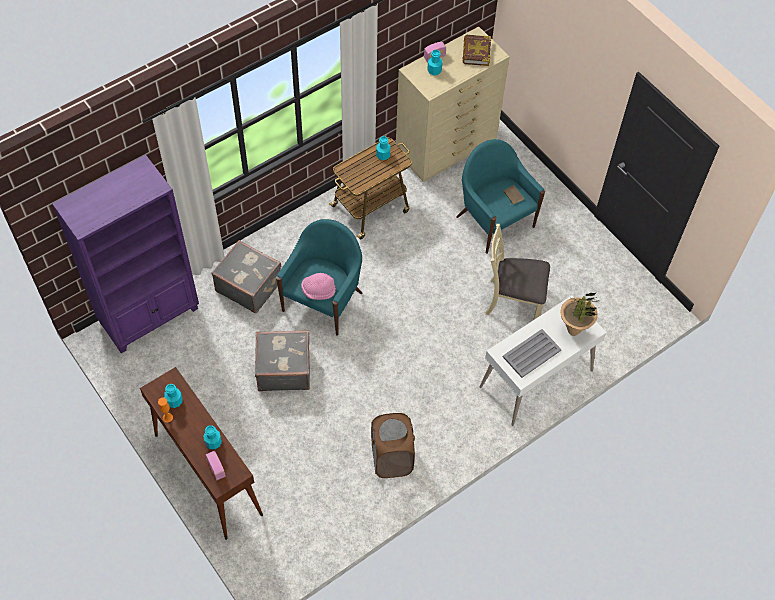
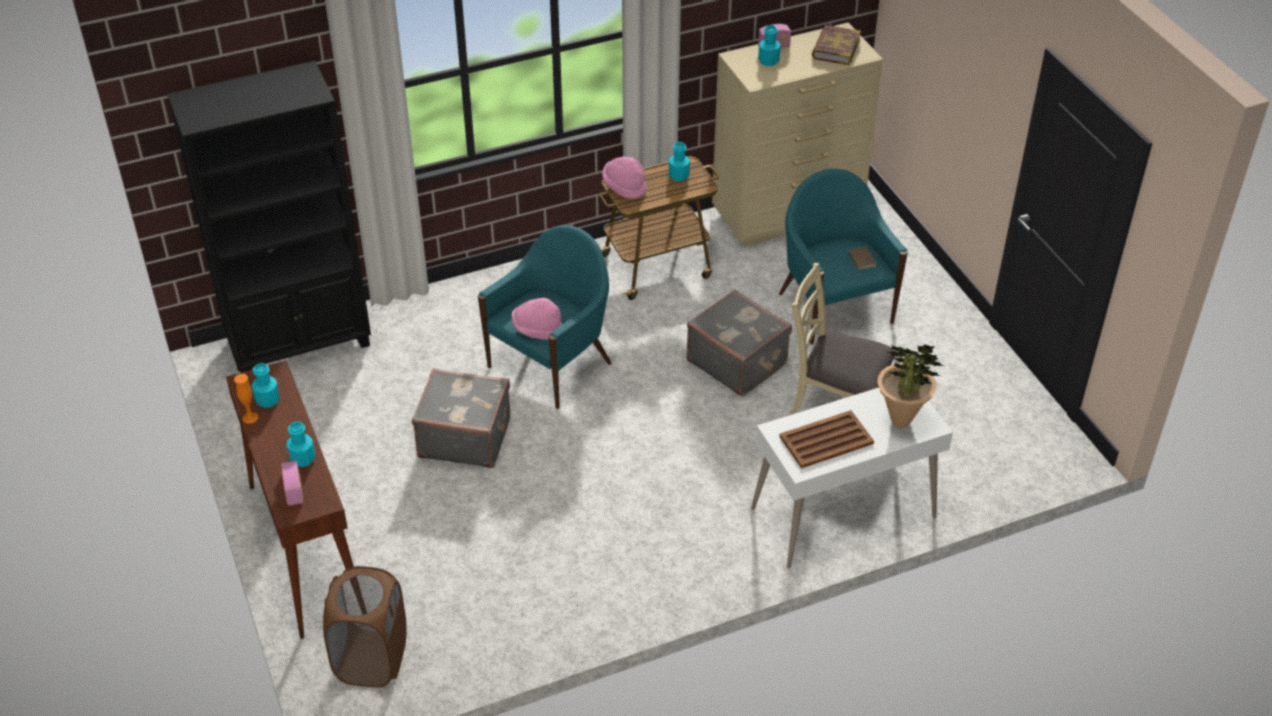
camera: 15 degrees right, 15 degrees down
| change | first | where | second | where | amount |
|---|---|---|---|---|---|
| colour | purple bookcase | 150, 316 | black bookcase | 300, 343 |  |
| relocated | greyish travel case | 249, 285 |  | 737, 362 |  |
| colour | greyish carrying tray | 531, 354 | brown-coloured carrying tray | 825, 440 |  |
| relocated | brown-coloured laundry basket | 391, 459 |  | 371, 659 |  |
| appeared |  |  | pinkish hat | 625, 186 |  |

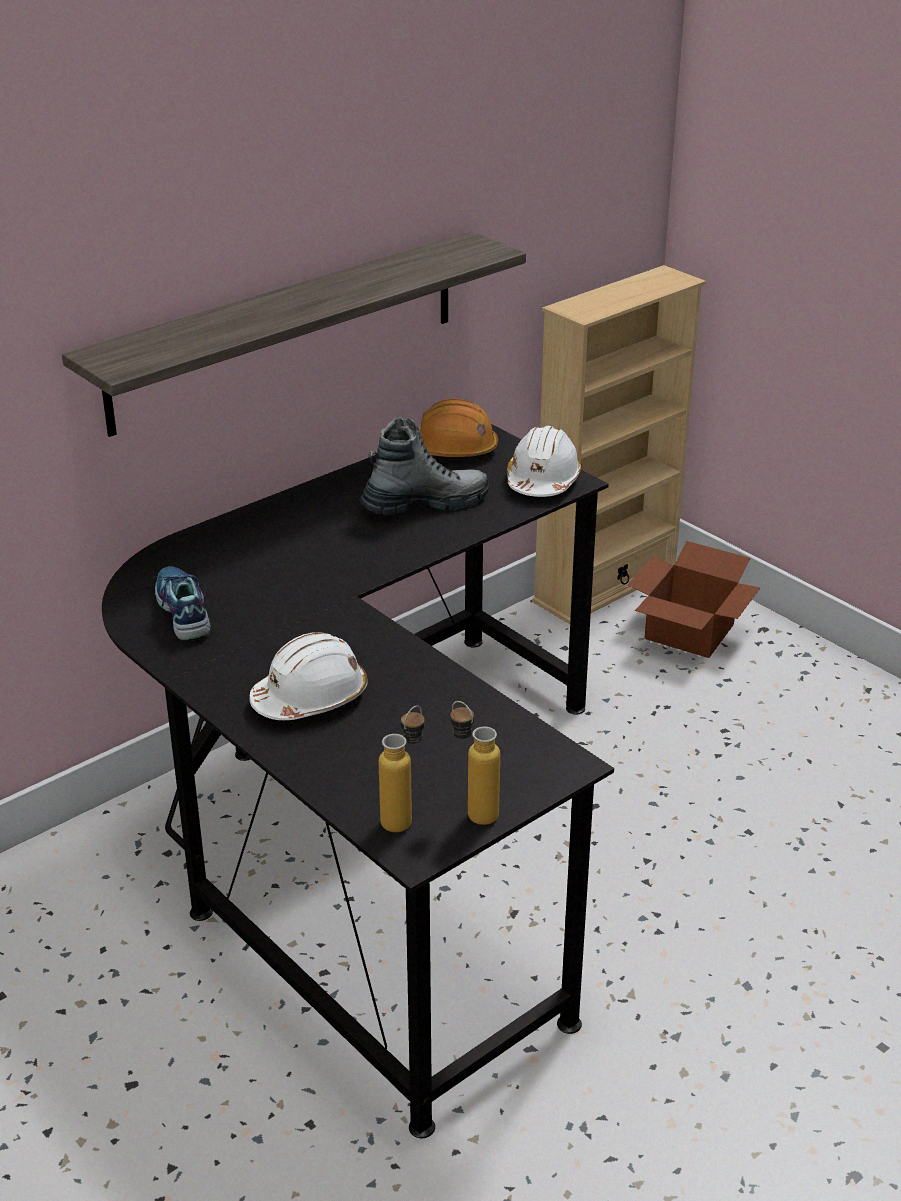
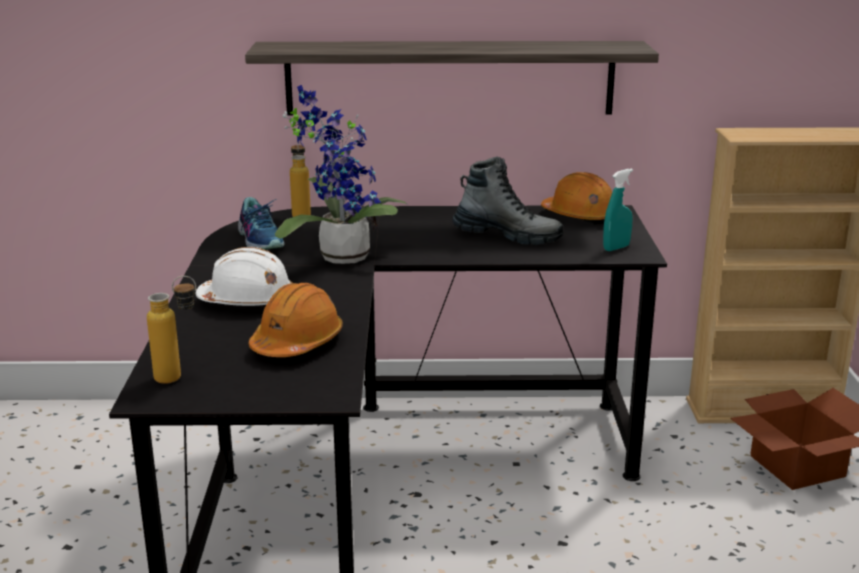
camera: 40 degrees right, 10 degrees down
| change | first | where | second | where | amount |
|---|---|---|---|---|---|
| exchanged | white-coloured work helmet | 543, 481 | turquoise-coloured hand sprayer | 616, 248 |  |
| spun | shoe | 182, 612 |  | 261, 239 | 135 degrees clockwise |
| relocated | beverage bottle | 473, 810 |  | 301, 214 |  |
| appeared |  |  | plant in a pot | 339, 255 |  |
| appeared |  |  | orange work helmet | 297, 343 |  |

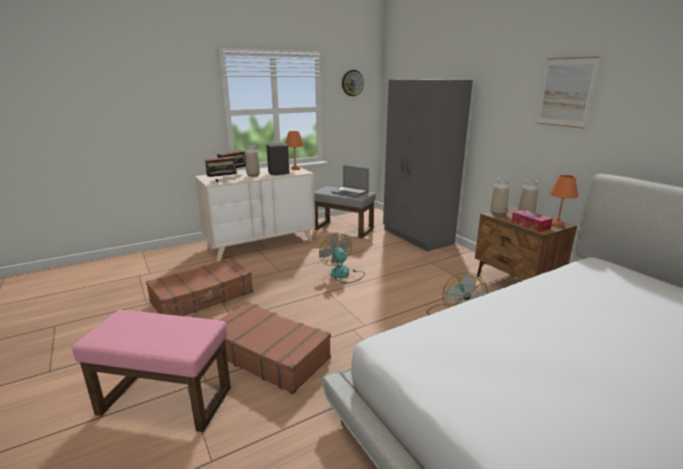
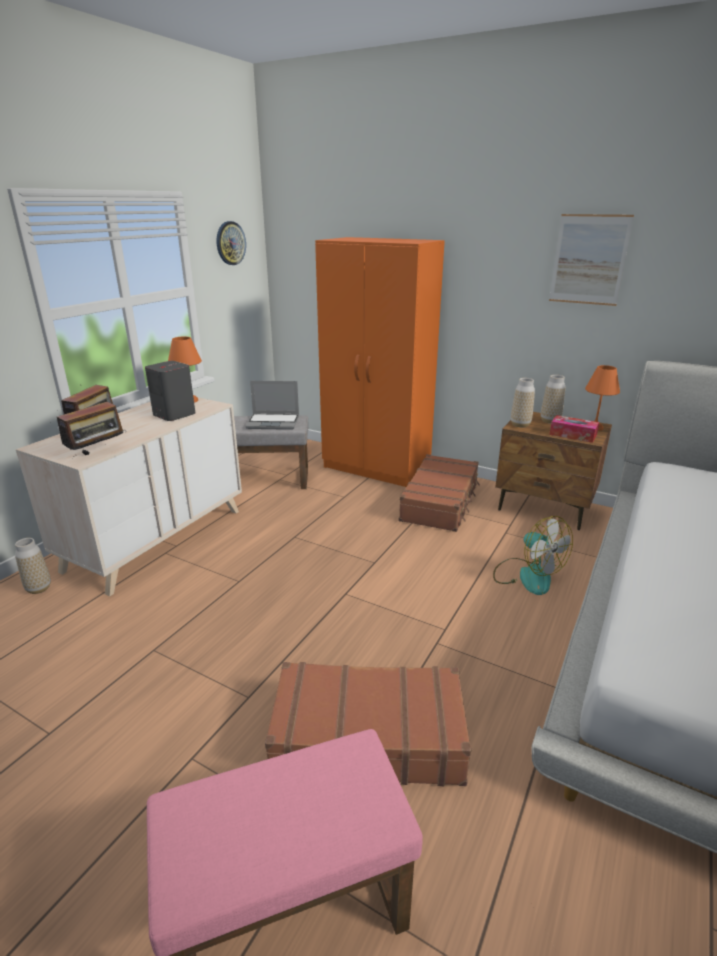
camera: 30 degrees left, 5 degrees up
| change | first | where | second | where | amount |
|---|---|---|---|---|---|
| colour | greyish clothes cupboard | 417, 237 | orange clothes cupboard | 377, 468 |  |
| relocated | flower vase | 253, 175 |  | 38, 588 |  |
| missing | cooling fan | 343, 274 |  |  |  |
| relocated | brown-coloured travel case | 203, 297 |  | 440, 502 |  |

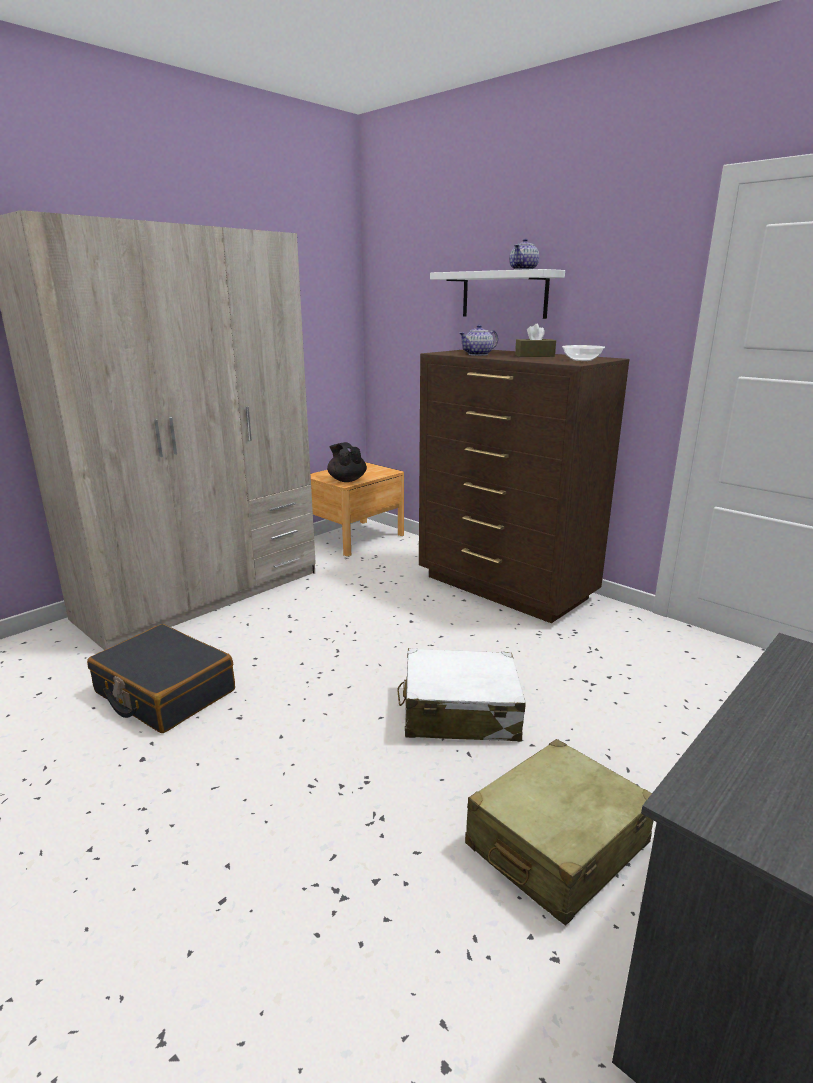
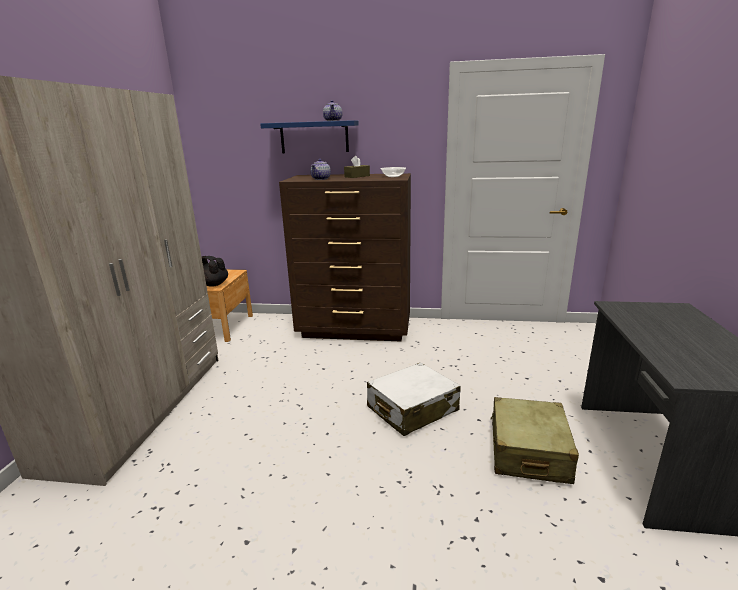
camera: 35 degrees left, 0 degrees up
| change | first | where | second | where | amount |
|---|---|---|---|---|---|
| colour | white-coloured shelf | 504, 294 | blue-coloured shelf | 314, 137 |  |
| missing | black travel case | 164, 692 |  |  |  |

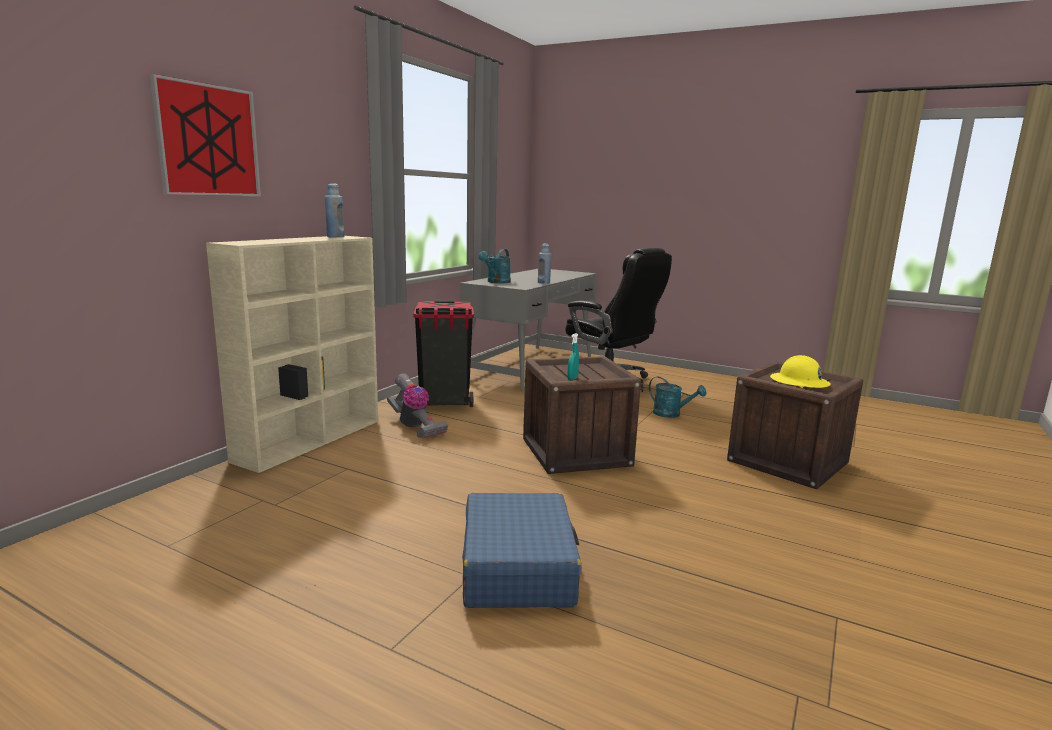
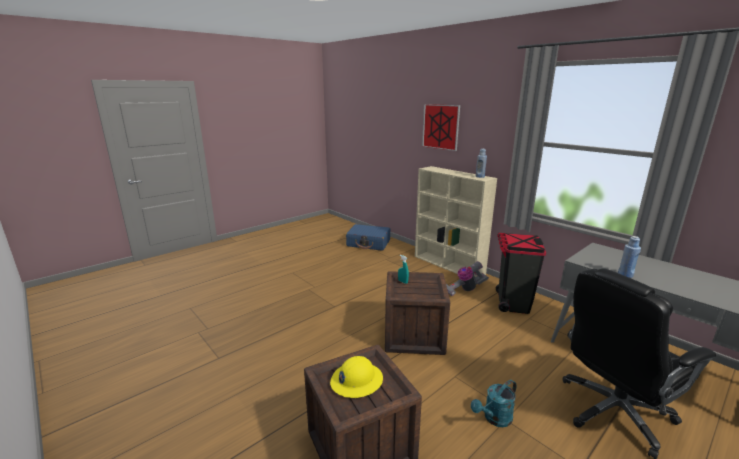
camera: 110 degrees right, 5 degrees up
| change | first | where | second | where | amount |
|---|---|---|---|---|---|
| missing | turquoise-coloured watering can | 496, 282 |  |  |  |
| relocated | blue-coloured travel case | 518, 567 |  | 368, 243 |  |

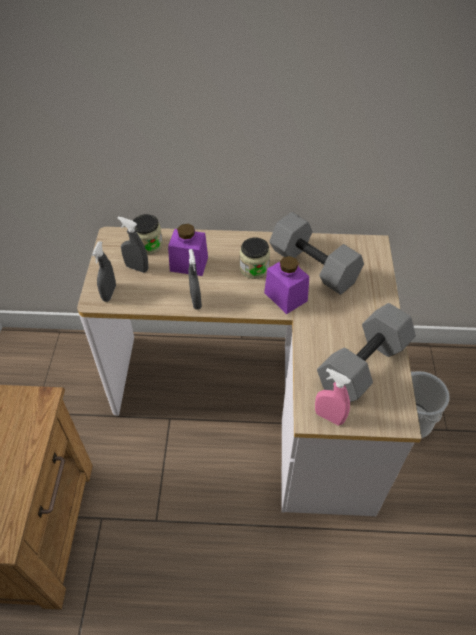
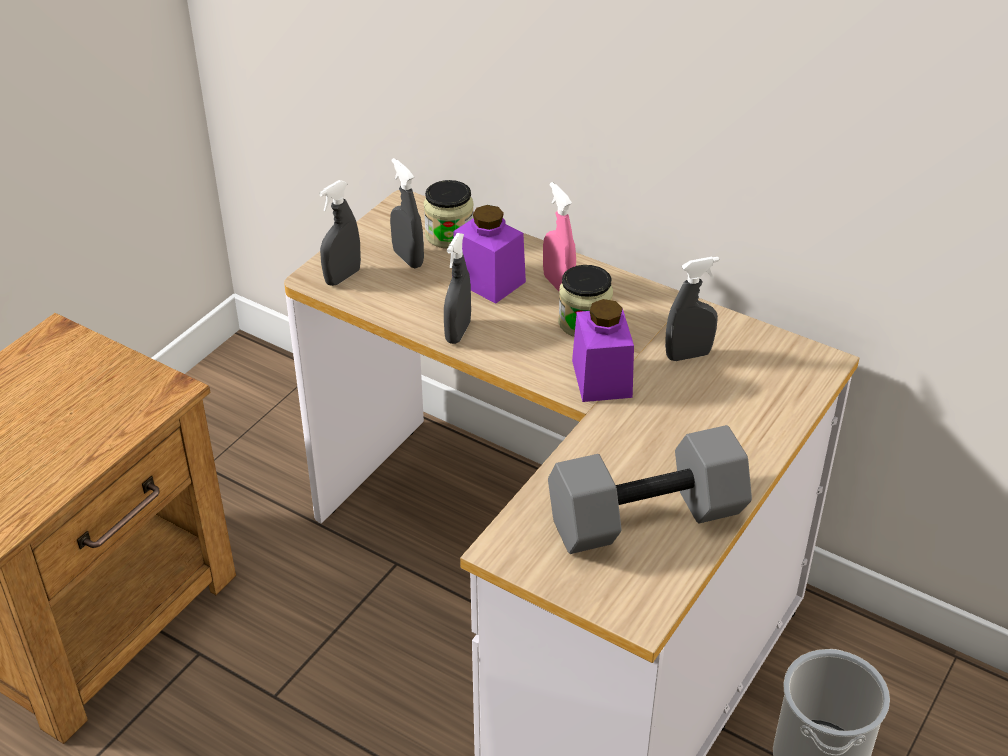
camera: 30 degrees right, 10 degrees down
| change | first | where | second | where | amount |
|---|---|---|---|---|---|
| exchanged | greyish free weight | 315, 266 | greyish hand sprayer | 688, 355 |  |
| relocated | pinkish hand sprayer | 329, 417 |  | 558, 284 |  |

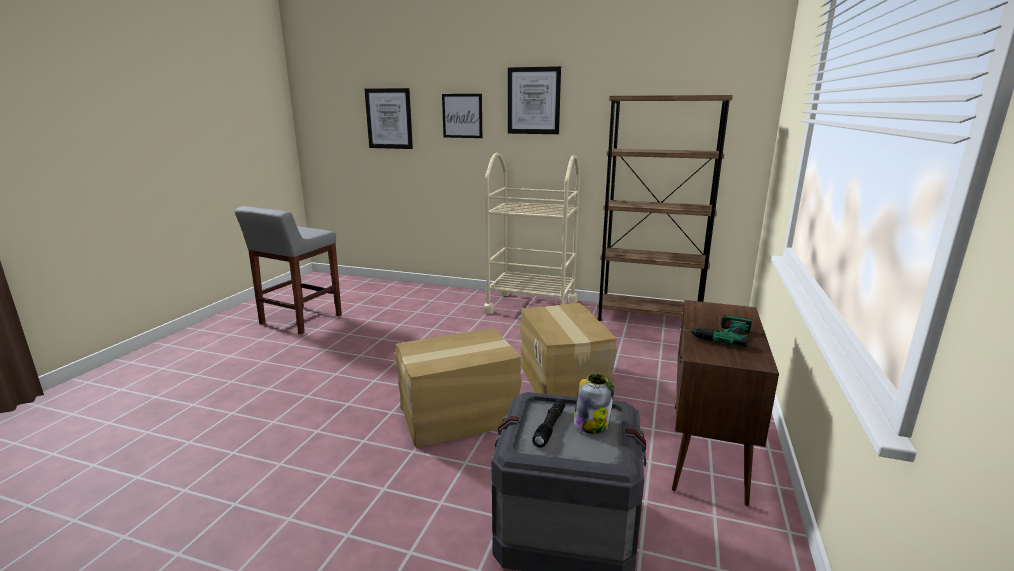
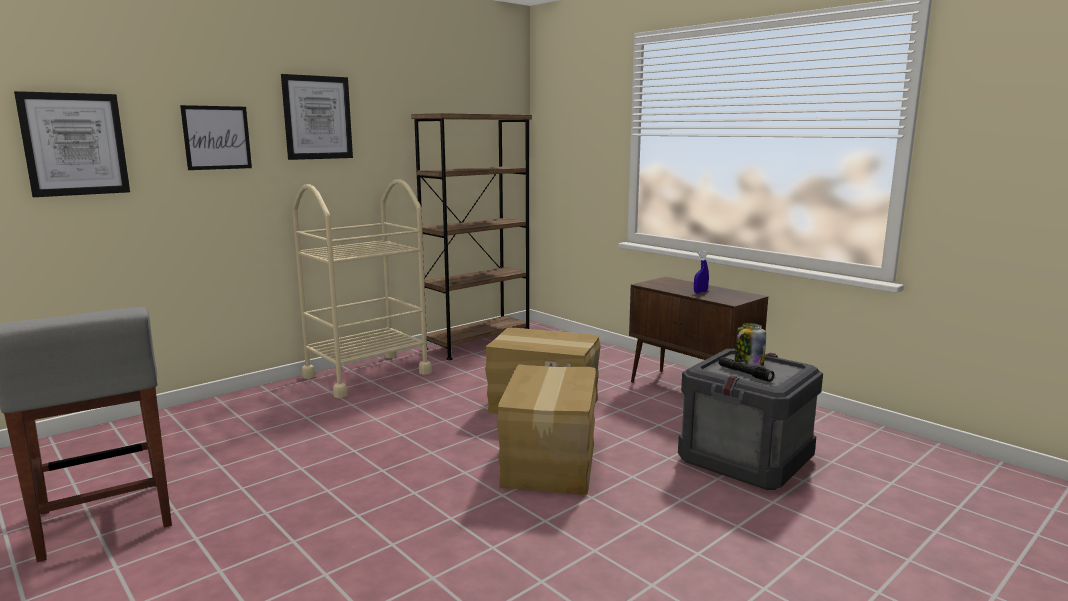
camera: 60 degrees left, 5 degrees down
| change | first | where | second | where | amount |
|---|---|---|---|---|---|
| exchanged | drill | 715, 334 | blue-coloured hand sprayer | 700, 292 |  |

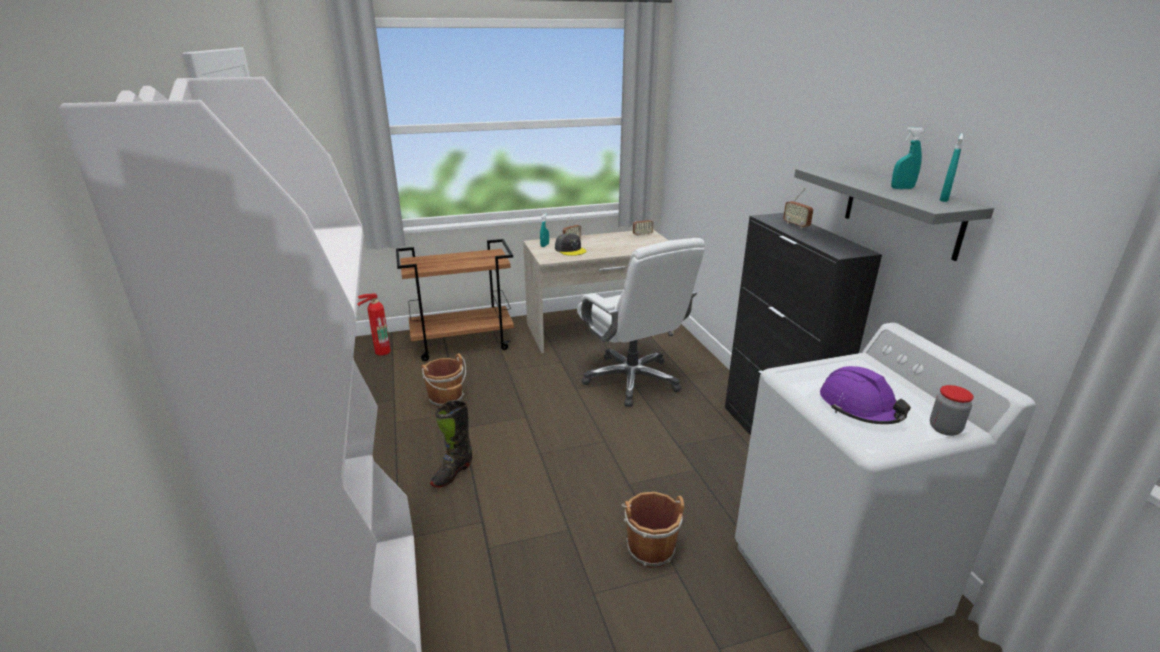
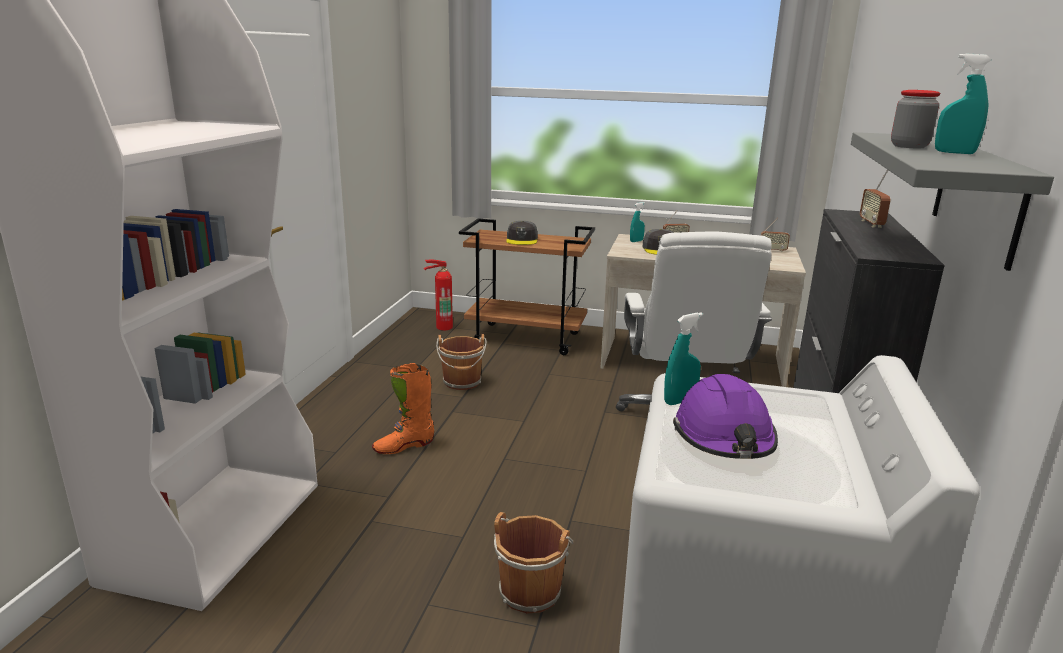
camera: 30 degrees right, 5 degrees down
| change | first | where | second | where | amount |
|---|---|---|---|---|---|
| relocated | turquoise-coloured hand sprayer | 943, 199 |  | 680, 401 |  |
| relocated | storage jar | 944, 429 |  | 909, 146 |  |
| colour | black boot | 452, 473 | orange boot | 404, 446 |  |
| appeared |  |  | greyish cap | 522, 240 |  |

